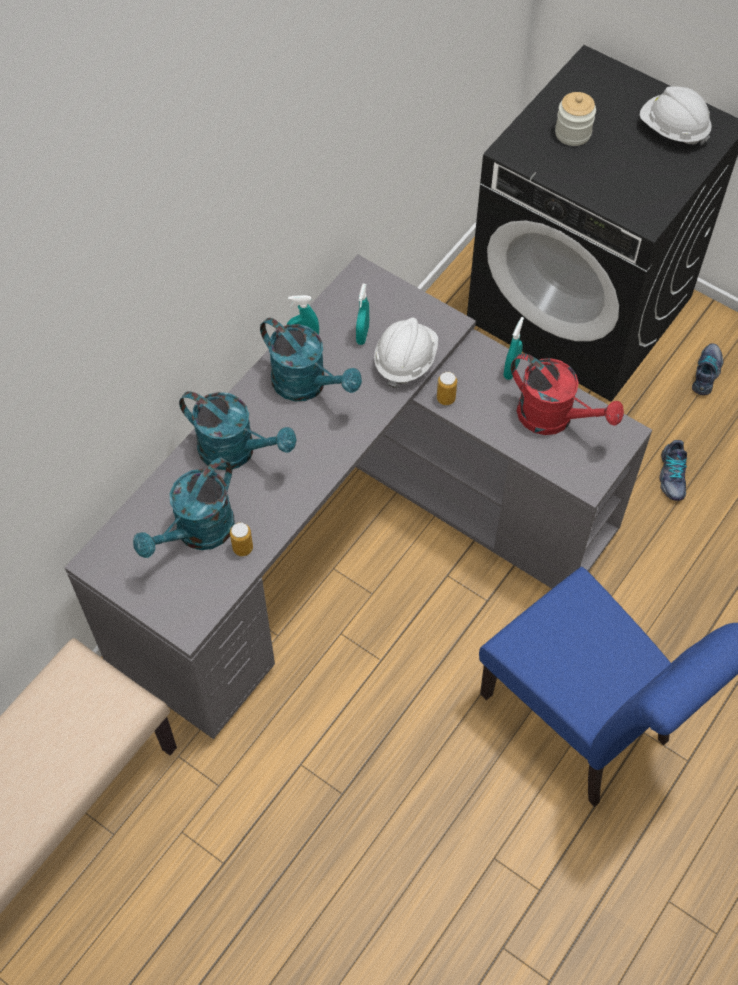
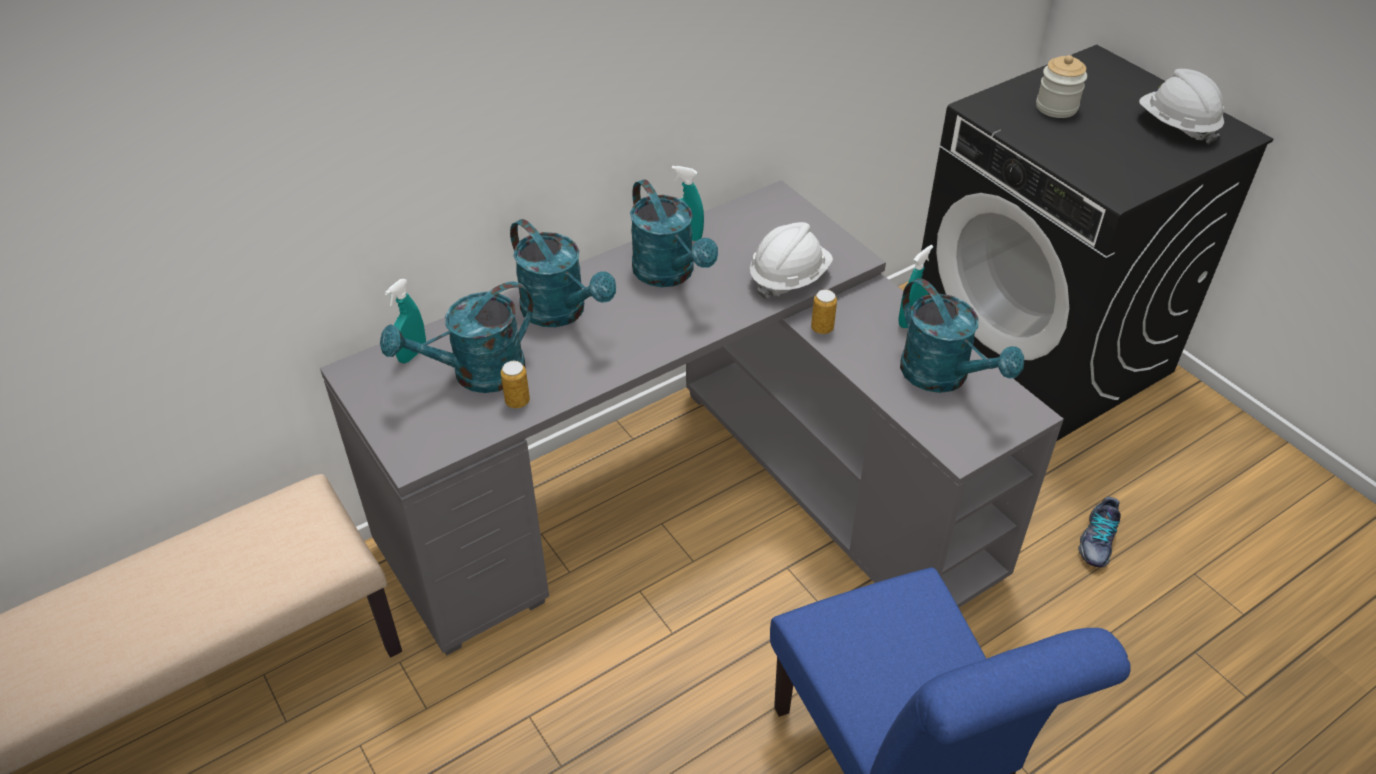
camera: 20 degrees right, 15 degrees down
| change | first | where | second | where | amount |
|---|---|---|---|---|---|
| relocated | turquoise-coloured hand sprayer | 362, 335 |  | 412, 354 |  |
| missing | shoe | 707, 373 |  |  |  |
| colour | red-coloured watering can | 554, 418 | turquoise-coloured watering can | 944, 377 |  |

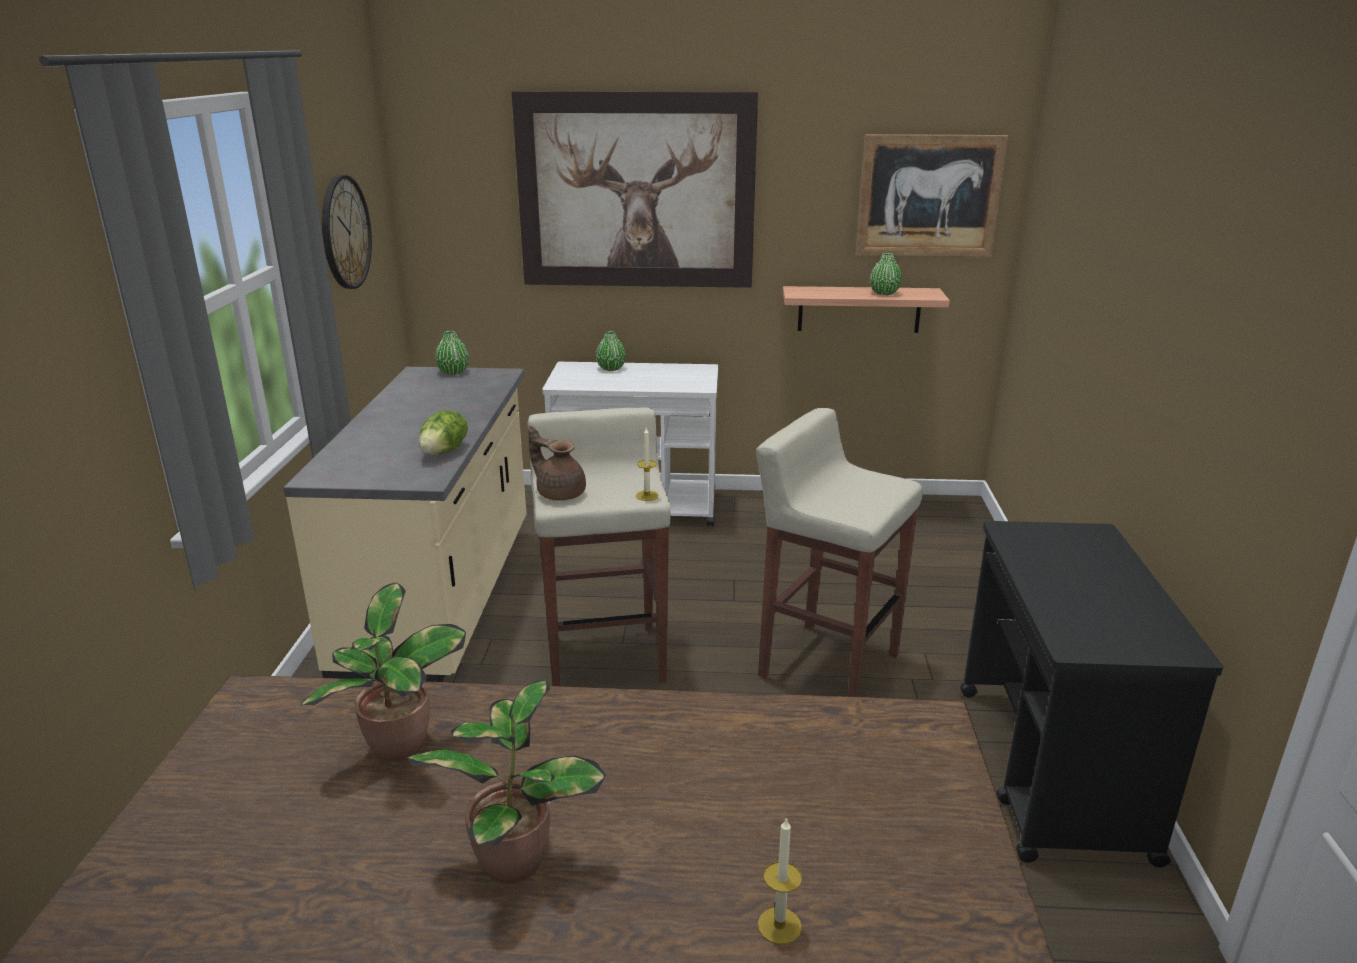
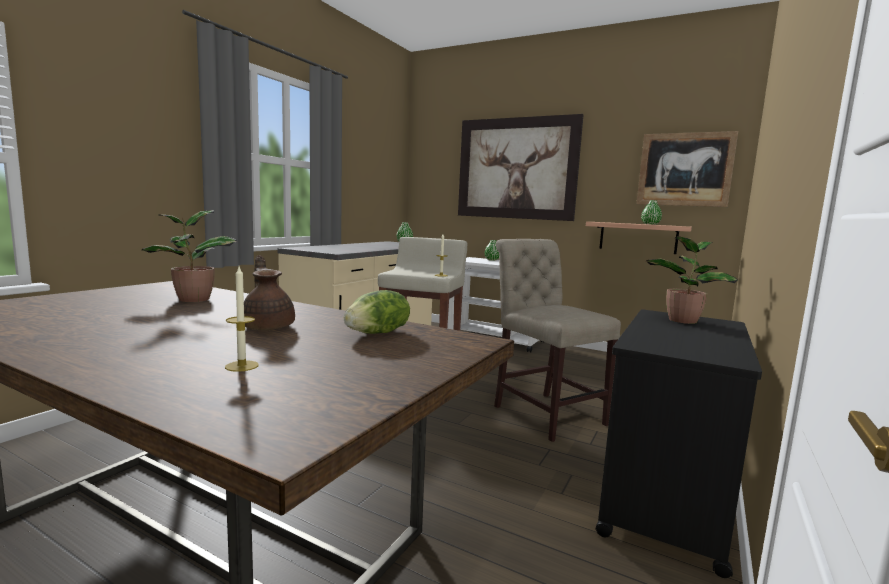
camera: 25 degrees right, 15 degrees down
| change | first | where | second | where | amount |
|---|---|---|---|---|---|
| missing | hanging clock | 345, 232 |  |  |  |
| exchanged | beige-coloured stool seat | 827, 665 | beige-coloured plain chair | 544, 412 |  |
| relocated | lettuce | 445, 451 |  | 378, 333 |  |
| relocated | brown-coloured teapot | 559, 493 |  | 268, 326 |  |
| relocated | plant in a pot | 515, 857 |  | 683, 320 |  |

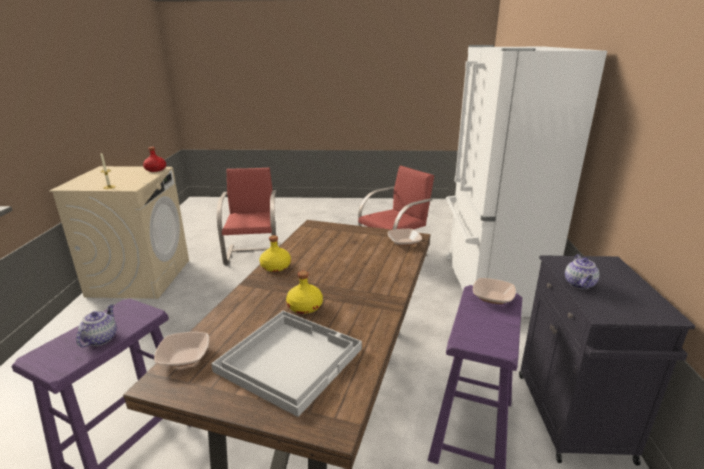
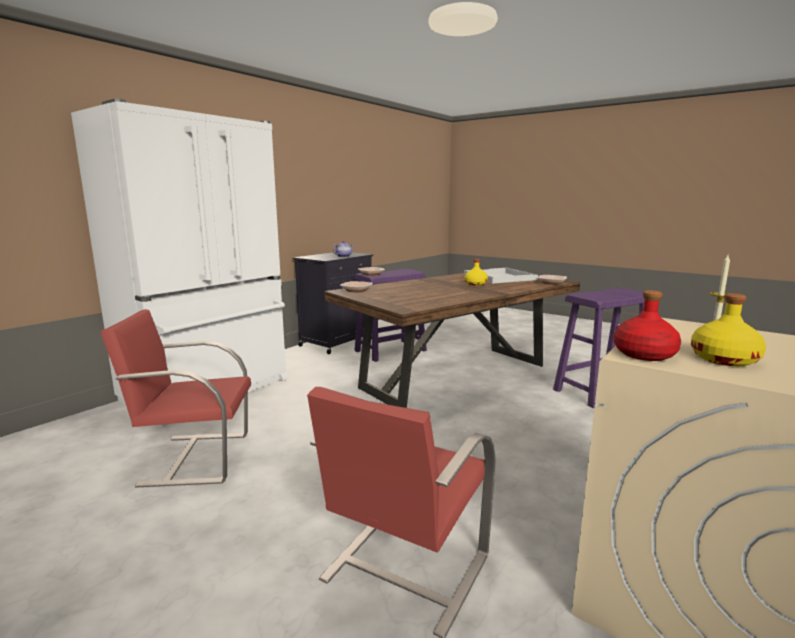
camera: 145 degrees left, 10 degrees down
| change | first | where | second | where | amount |
|---|---|---|---|---|---|
| relocated | yellowish beverage bottle | 275, 267 |  | 725, 359 |  |
| missing | teapot | 101, 338 |  |  |  |

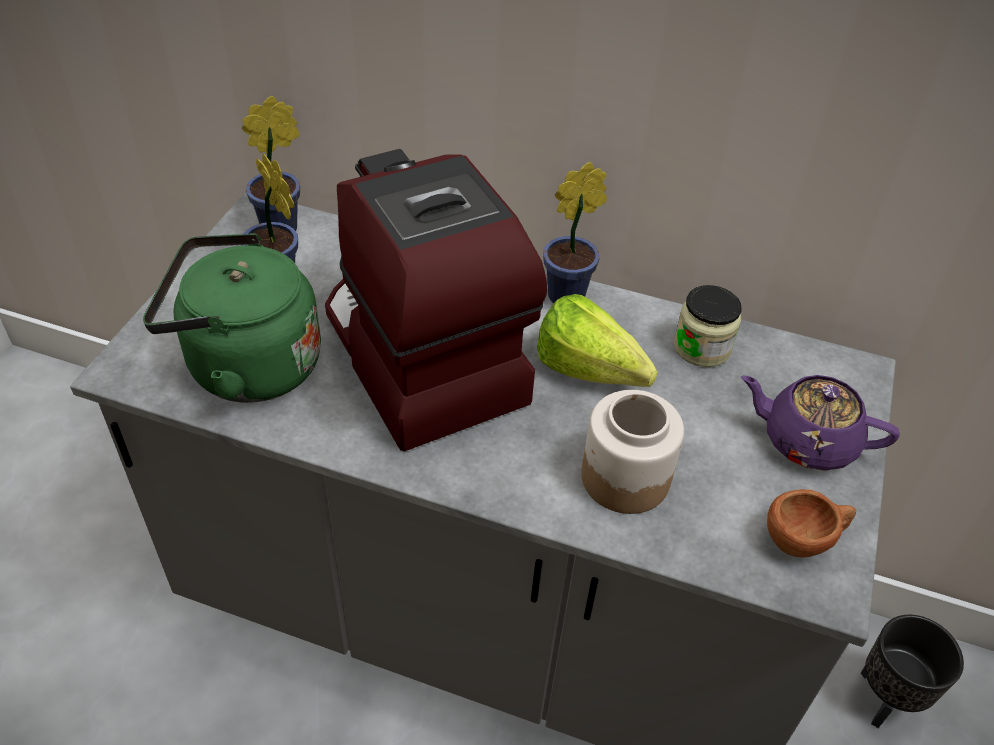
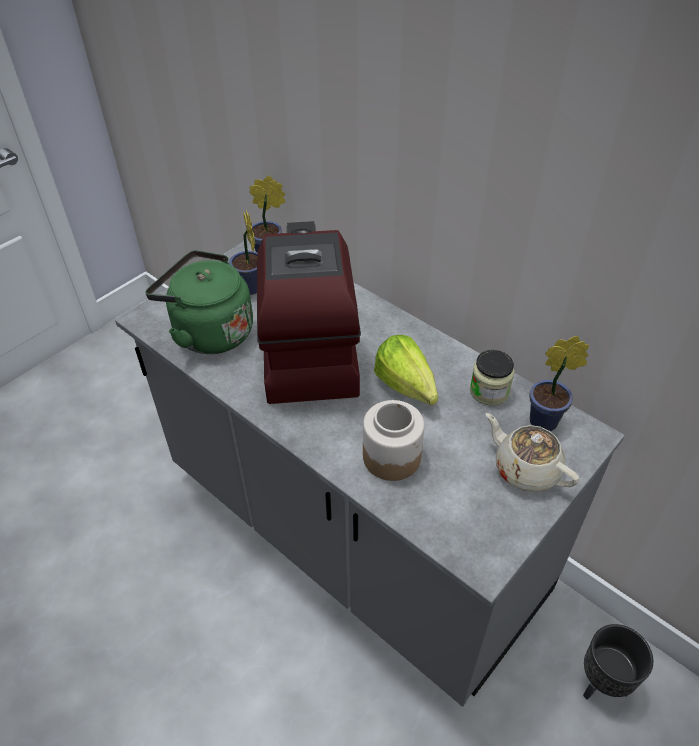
camera: 25 degrees right, 0 degrees up
| change | first | where | second | where | amount |
|---|---|---|---|---|---|
| relocated | plant in a pot | 571, 294 |  | 547, 421 |  |
| colour | purple teapot | 806, 440 | beige-coloured teapot | 525, 469 |  |
| missing | brown-coloured drinking cup | 805, 539 |  |  |  |

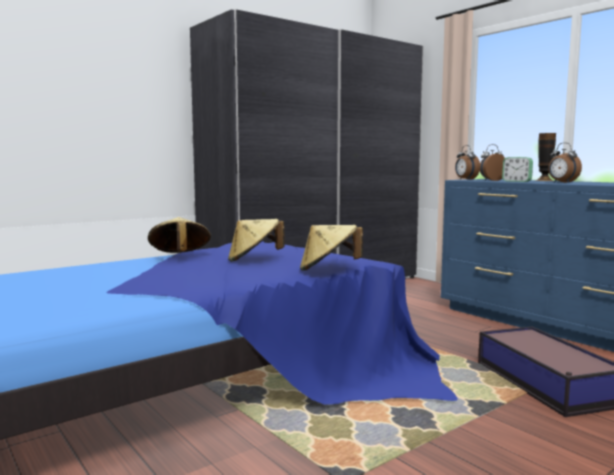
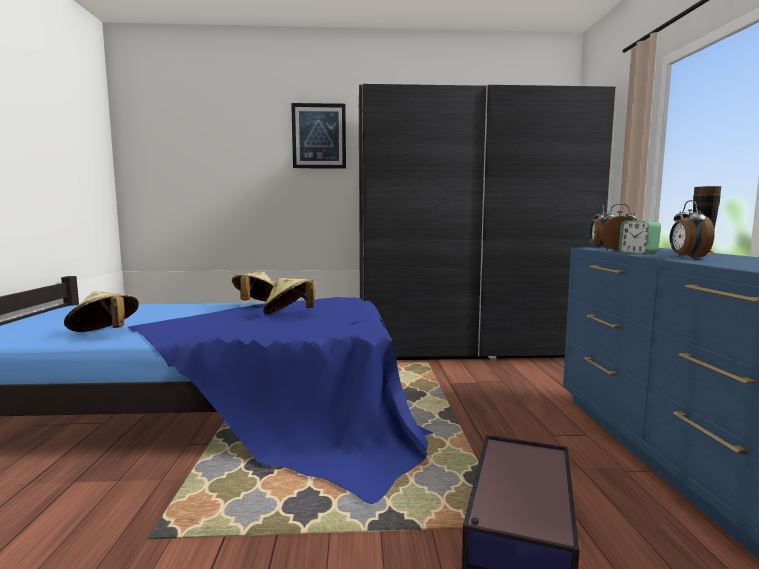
camera: 35 degrees right, 0 degrees up
| change | first | where | second | where | amount |
|---|---|---|---|---|---|
| relocated | beige-coloured hat | 328, 269 |  | 104, 334 |  |
| appeared |  |  | wall picture | 319, 136 |  |

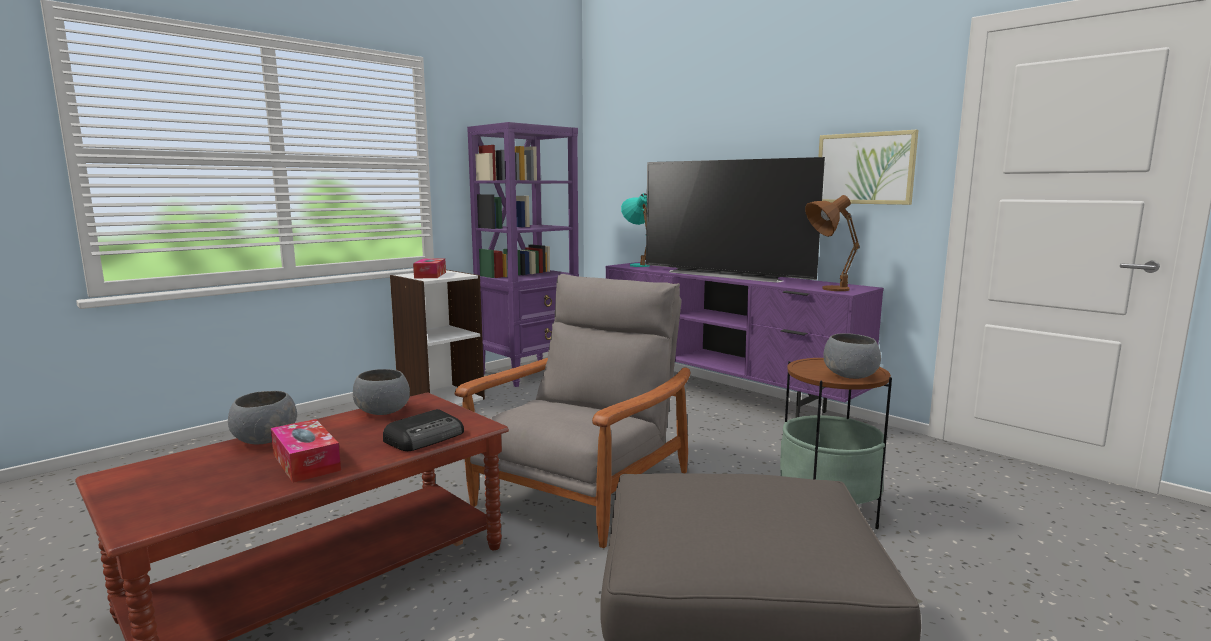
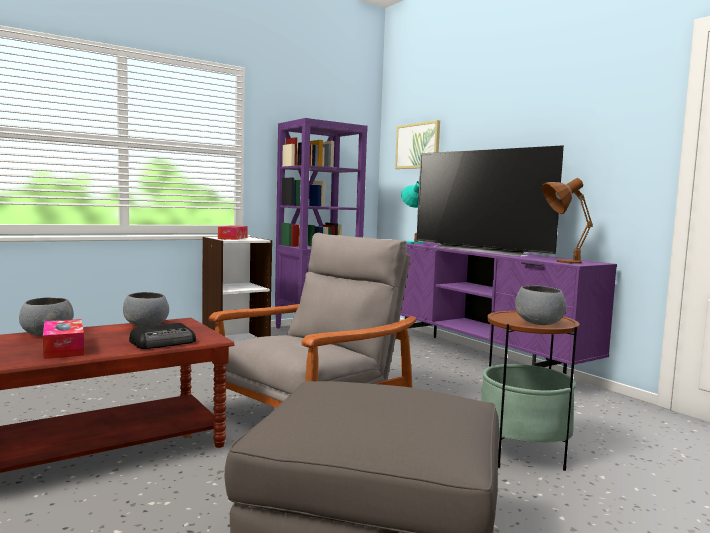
camera: 10 degrees right, 5 degrees down
| change | first | where | second | where | amount |
|---|---|---|---|---|---|
| relocated | wall picture | 865, 168 |  | 418, 146 |  |

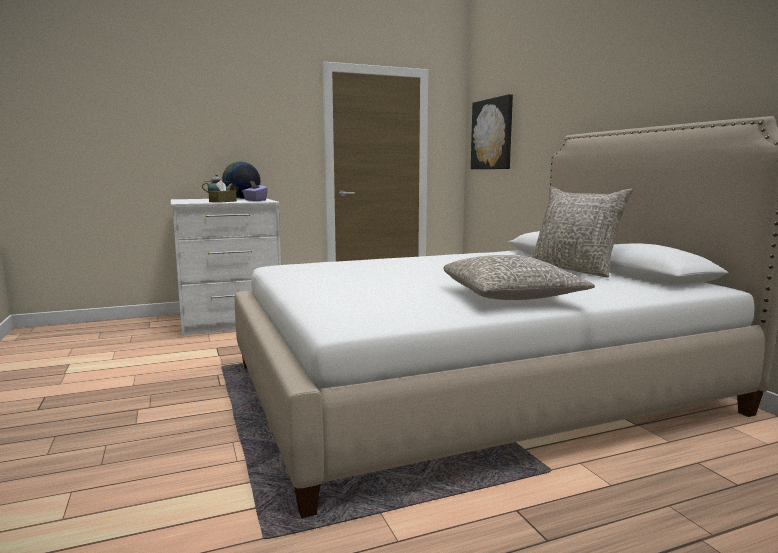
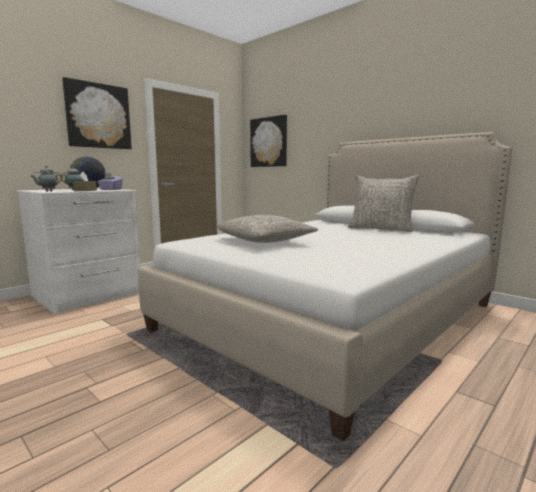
camera: 25 degrees left, 0 degrees up
| change | first | where | second | where | amount |
|---|---|---|---|---|---|
| relocated | greyish cushion | 511, 296 |  | 266, 241 |  |
| appeared |  |  | wall picture | 98, 116 |  |
| appeared |  |  | teapot | 48, 191 |  |

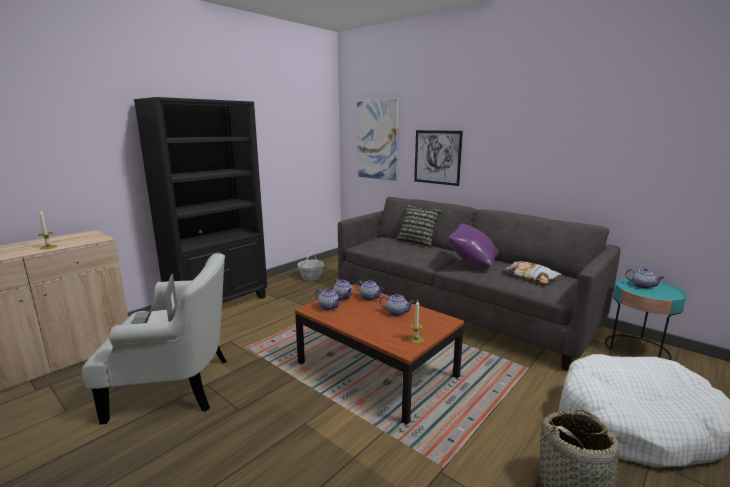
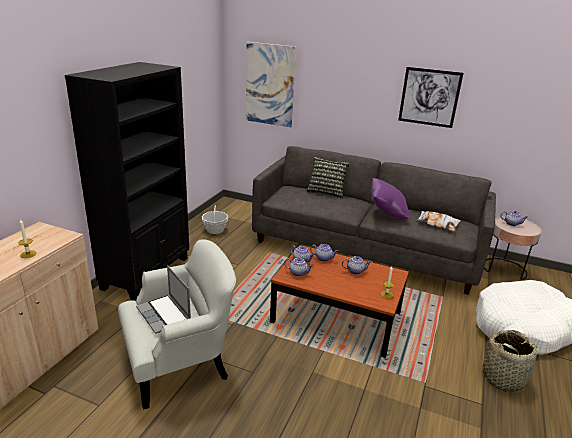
camera: 20 degrees left, 10 degrees up
| change | first | where | second | where | amount |
|---|---|---|---|---|---|
| relocated | wall picture | 437, 157 |  | 429, 97 |  |
| colour | turquoise-coloured side table | 637, 349 | pinkish side table | 504, 269 |  |

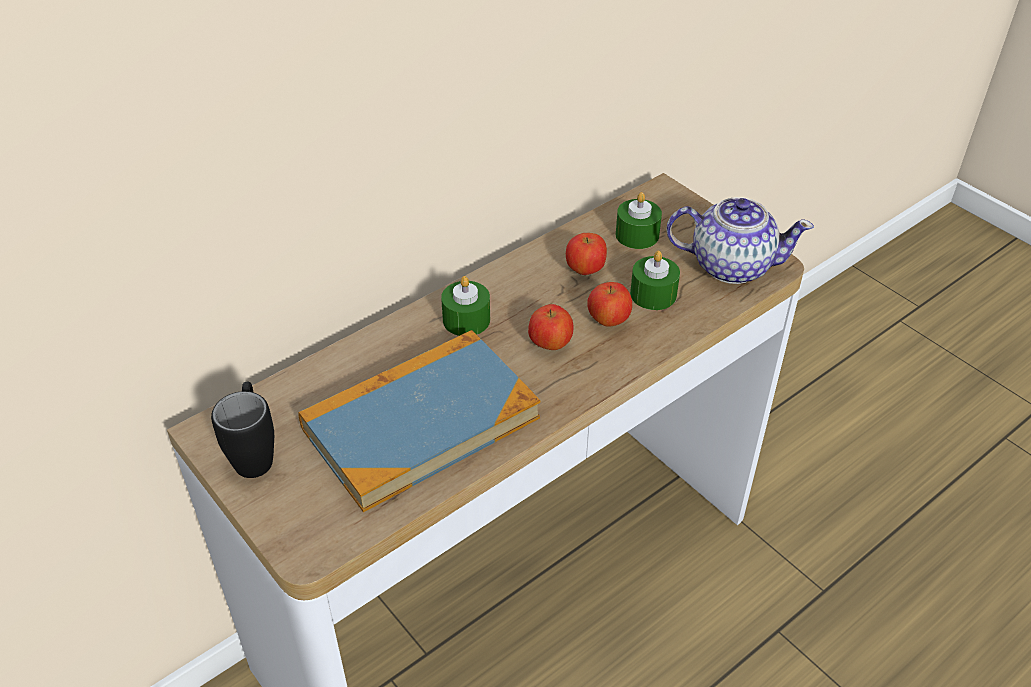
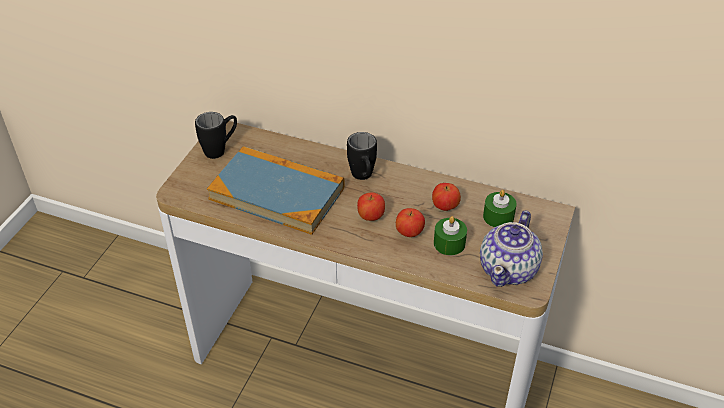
camera: 60 degrees right, 0 degrees up
| change | first | where | second | where | amount |
|---|---|---|---|---|---|
| spun | teapot | 730, 265 |  | 509, 269 | 45 degrees clockwise |
| exchanged | greenish wax candle | 466, 320 | black tea mug | 363, 178 |  |

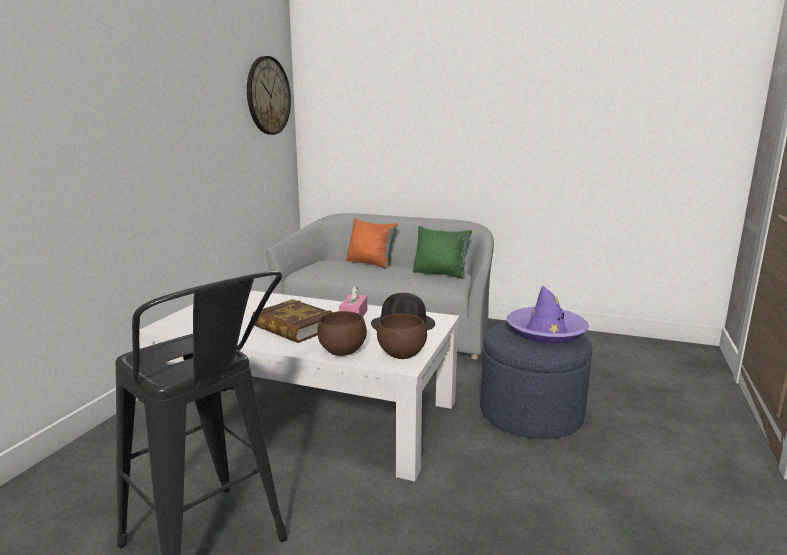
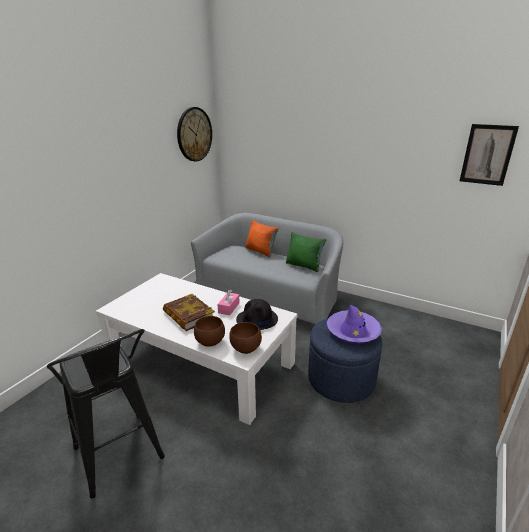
camera: 10 degrees right, 10 degrees up
| change | first | where | second | where | amount |
|---|---|---|---|---|---|
| appeared |  |  | wall picture | 487, 155 |  |

